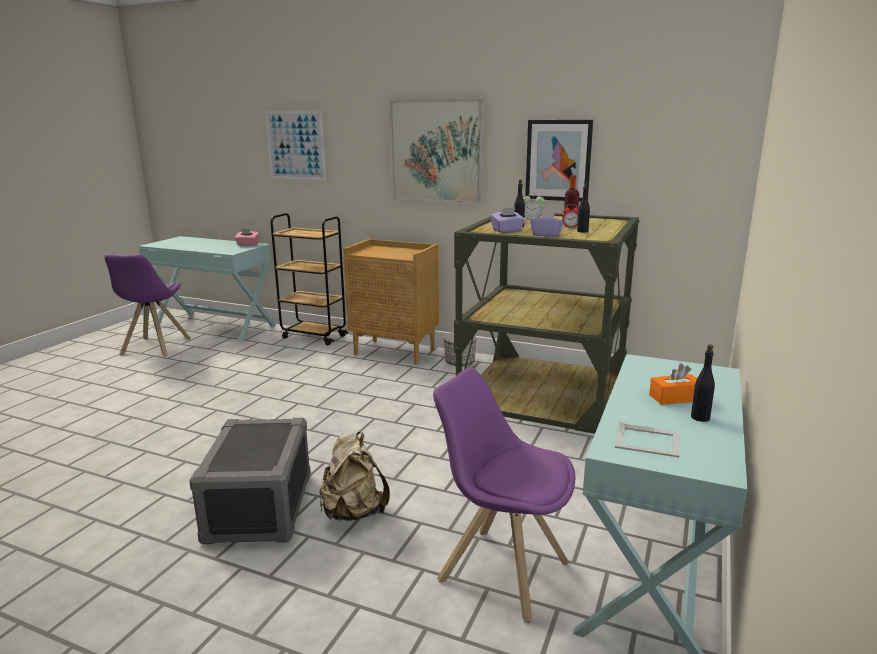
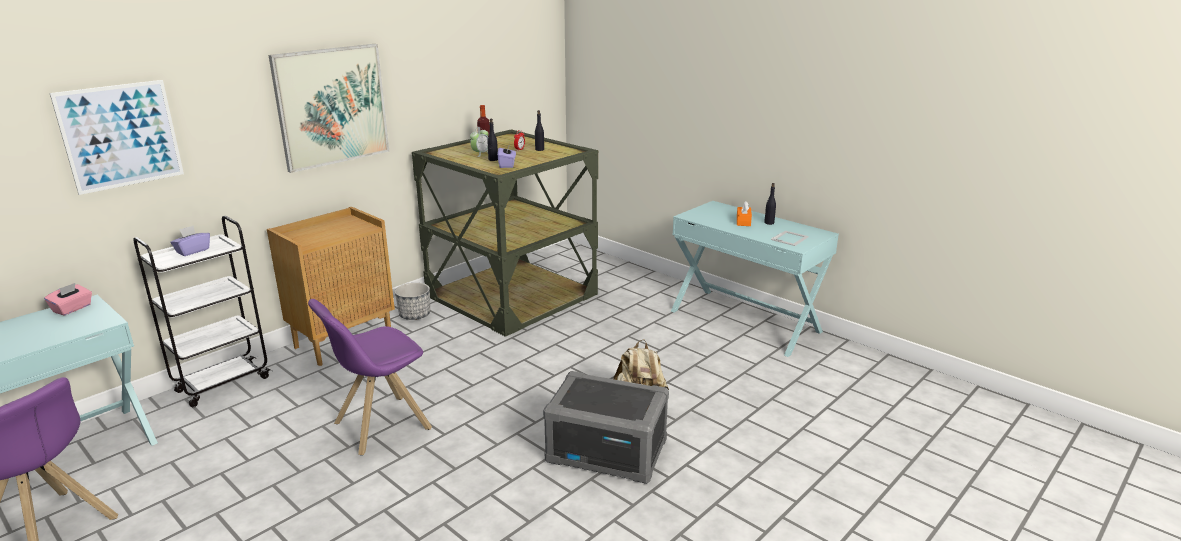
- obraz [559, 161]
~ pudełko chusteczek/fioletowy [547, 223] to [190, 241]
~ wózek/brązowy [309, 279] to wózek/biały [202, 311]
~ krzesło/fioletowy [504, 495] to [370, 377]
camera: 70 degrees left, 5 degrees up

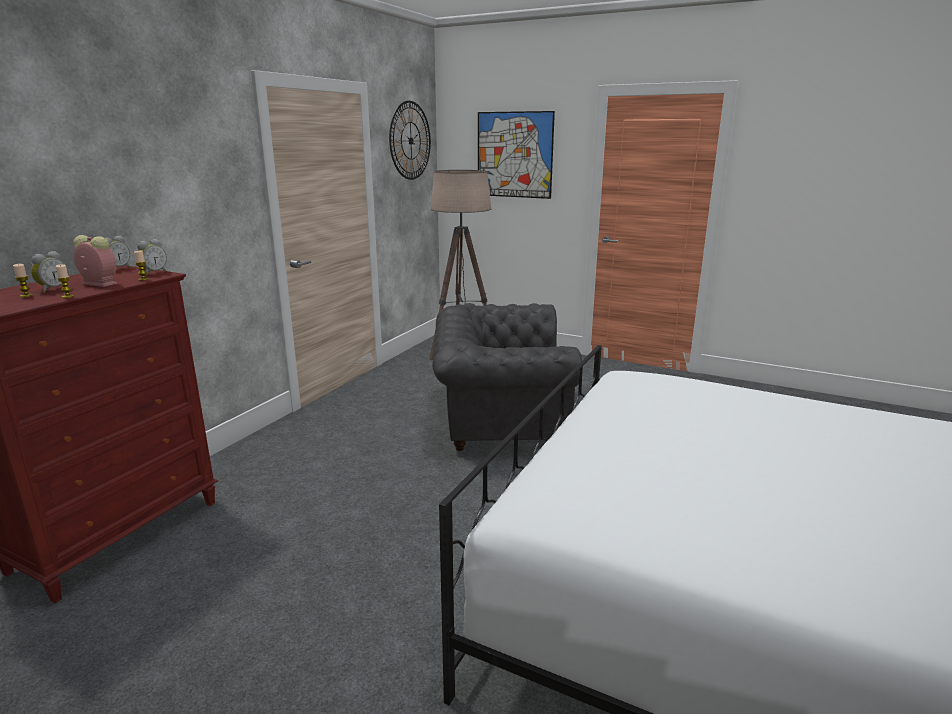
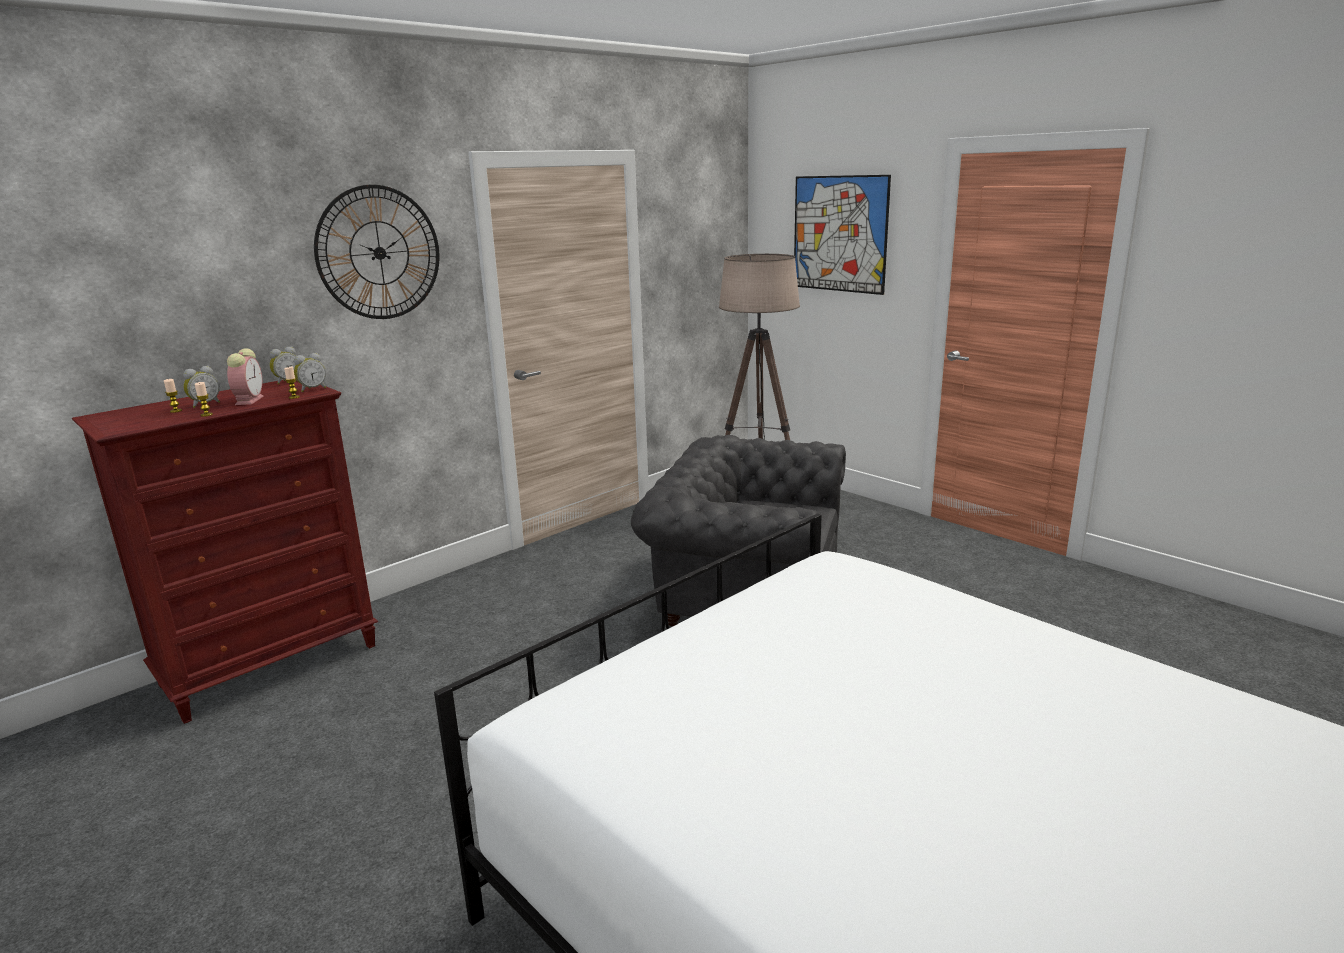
~ zegar ścienny [410, 140] to [376, 252]
~ budzik [95, 261] = [245, 376] 45 degrees clockwise
camera: 20 degrees right, 0 degrees up

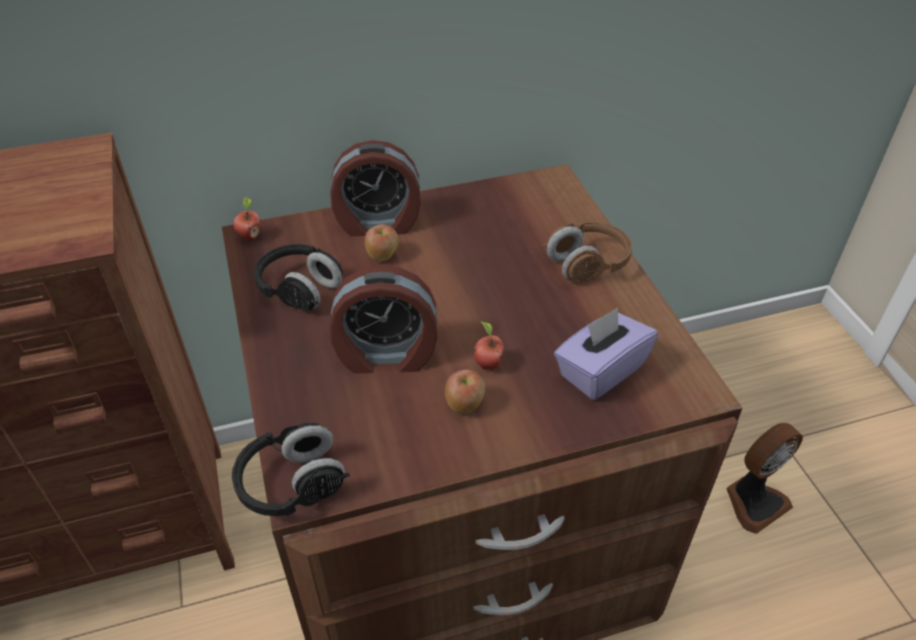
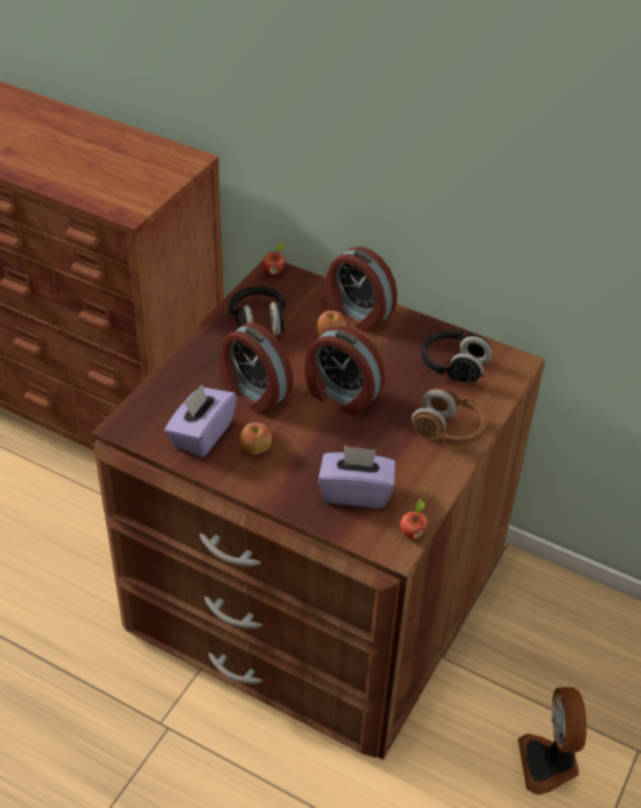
~ jabłko [489, 345] to [414, 519]
~ słuchawki/czarny [291, 469] to [457, 356]
~ wentylator [765, 478] = [552, 741] 75 degrees clockwise
+ budzik [344, 371]
+ pudełko chusteczek/fioletowy [201, 420]
camera: 45 degrees right, 0 degrees up

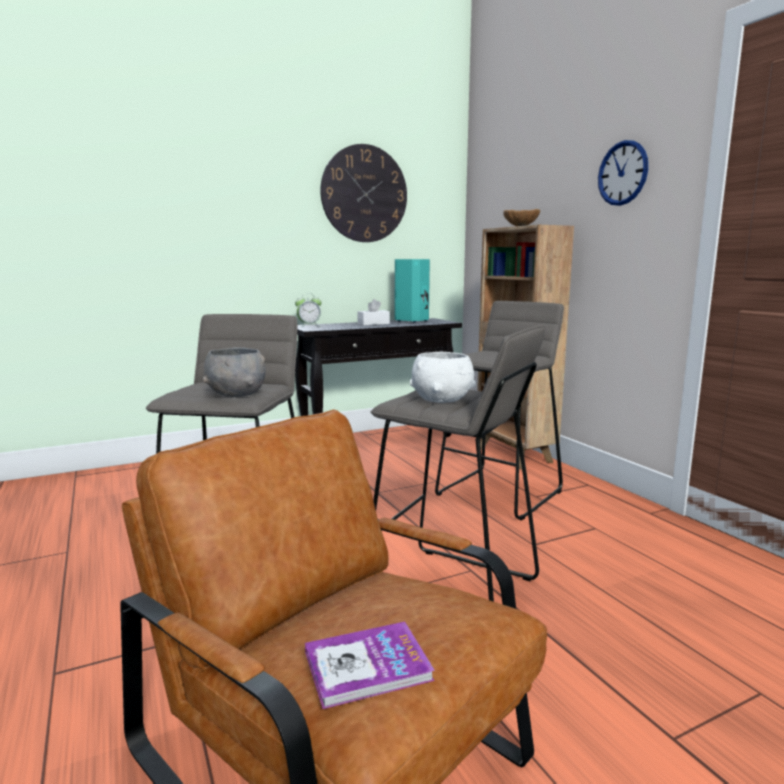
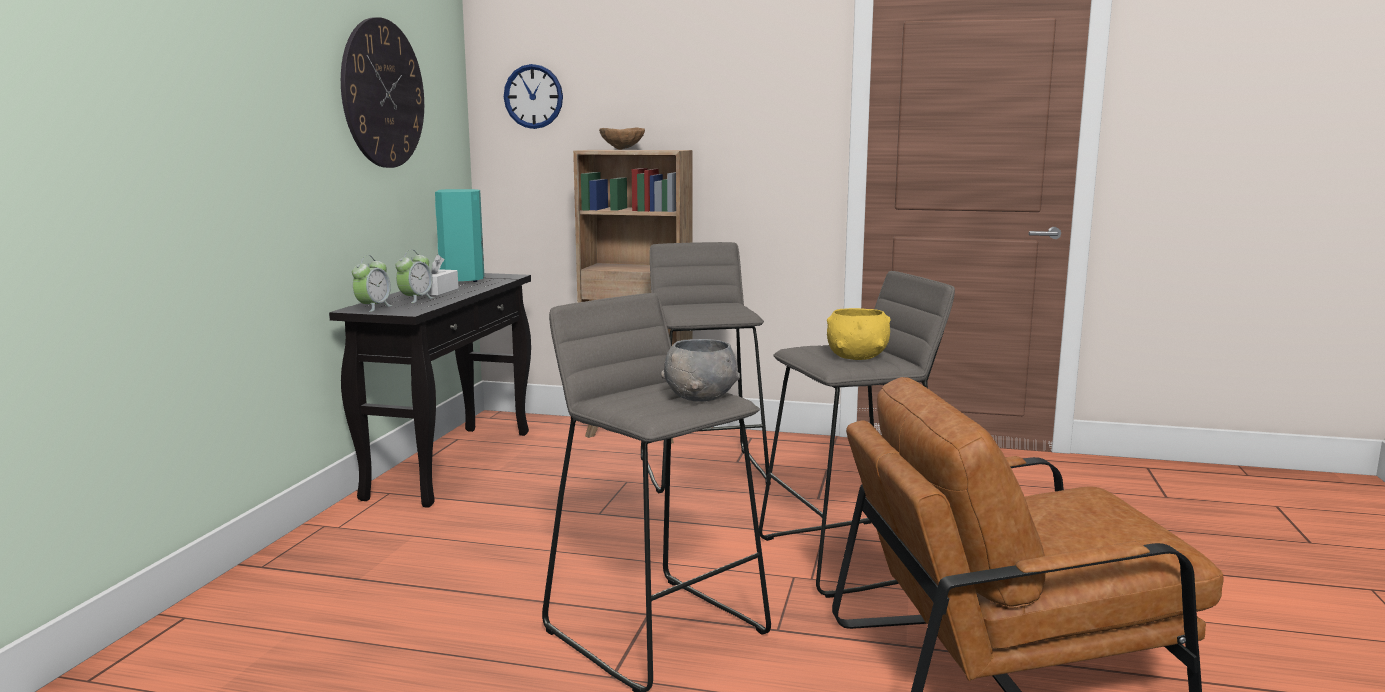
~ zegar ścienny [623, 173] to [533, 96]
~ miska/biały [443, 377] to miska/żółty [858, 334]
- książka [370, 665]
+ budzik [415, 276]
camera: 50 degrees left, 0 degrees up

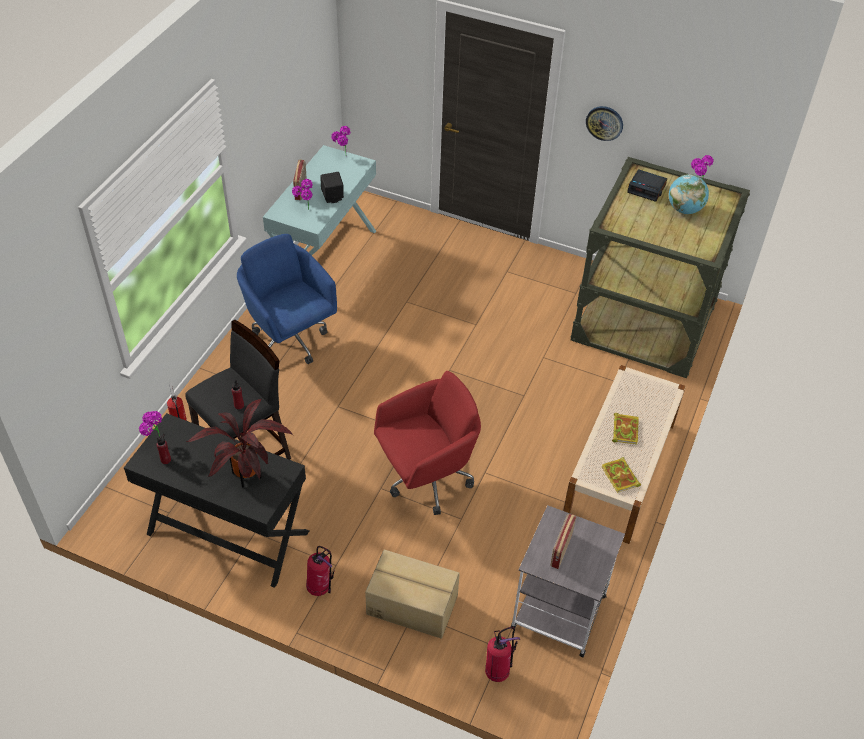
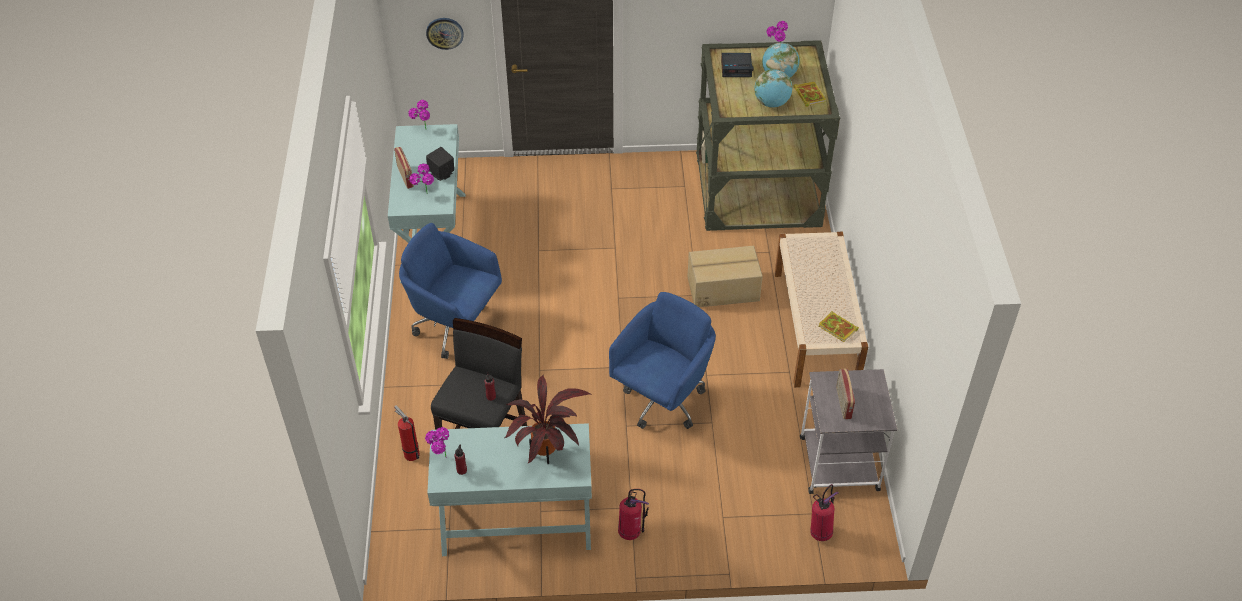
~ zegar ścienny [604, 123] to [444, 34]
~ krzesło biurowe/czerwony [427, 443] to krzesło biurowe/niebieski [662, 360]
~ biurko/czarny [216, 500] to biurko/turkusowy [509, 489]
~ książka [625, 429] to [809, 94]
~ karton [412, 594] to [725, 276]
+ globus [773, 88]
camera: 25 degrees left, 0 degrees up

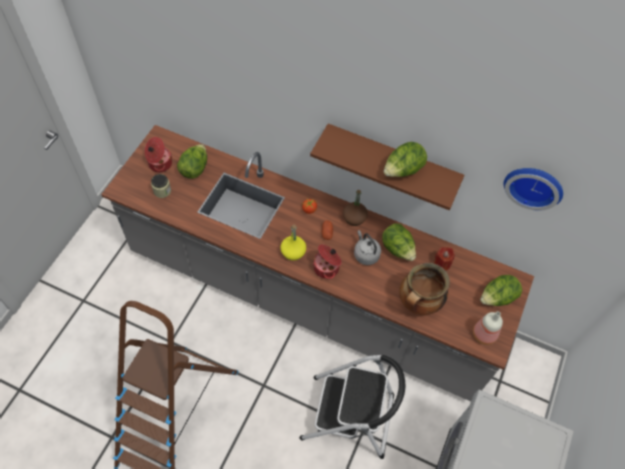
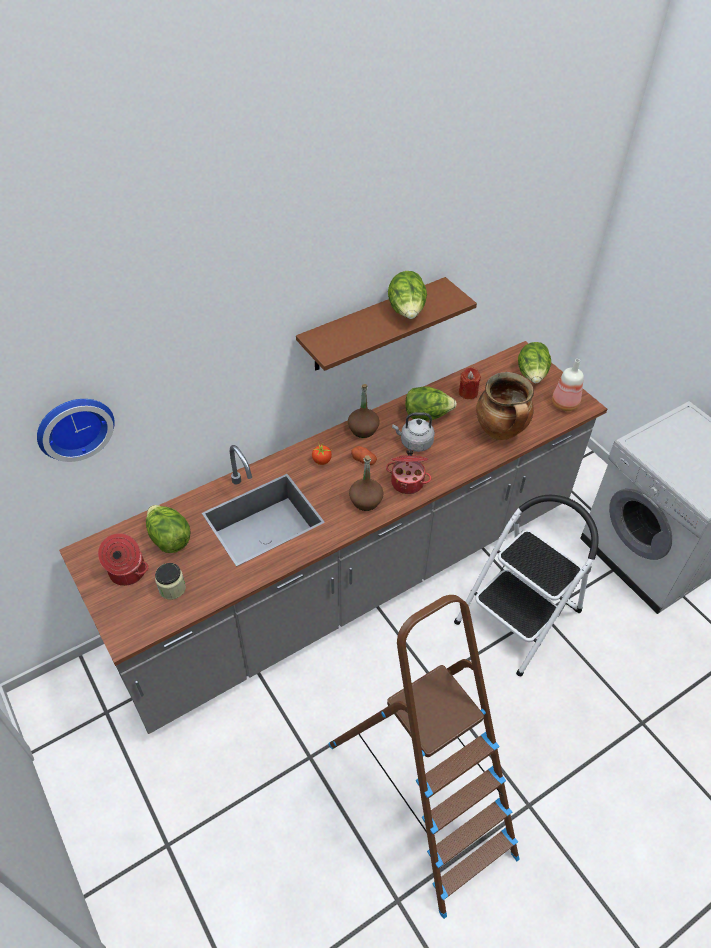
~ zegar ścienny [533, 189] to [76, 430]
~ butelka/żółty [293, 243] to butelka/brązowy [366, 483]
camera: 55 degrees left, 10 degrees down

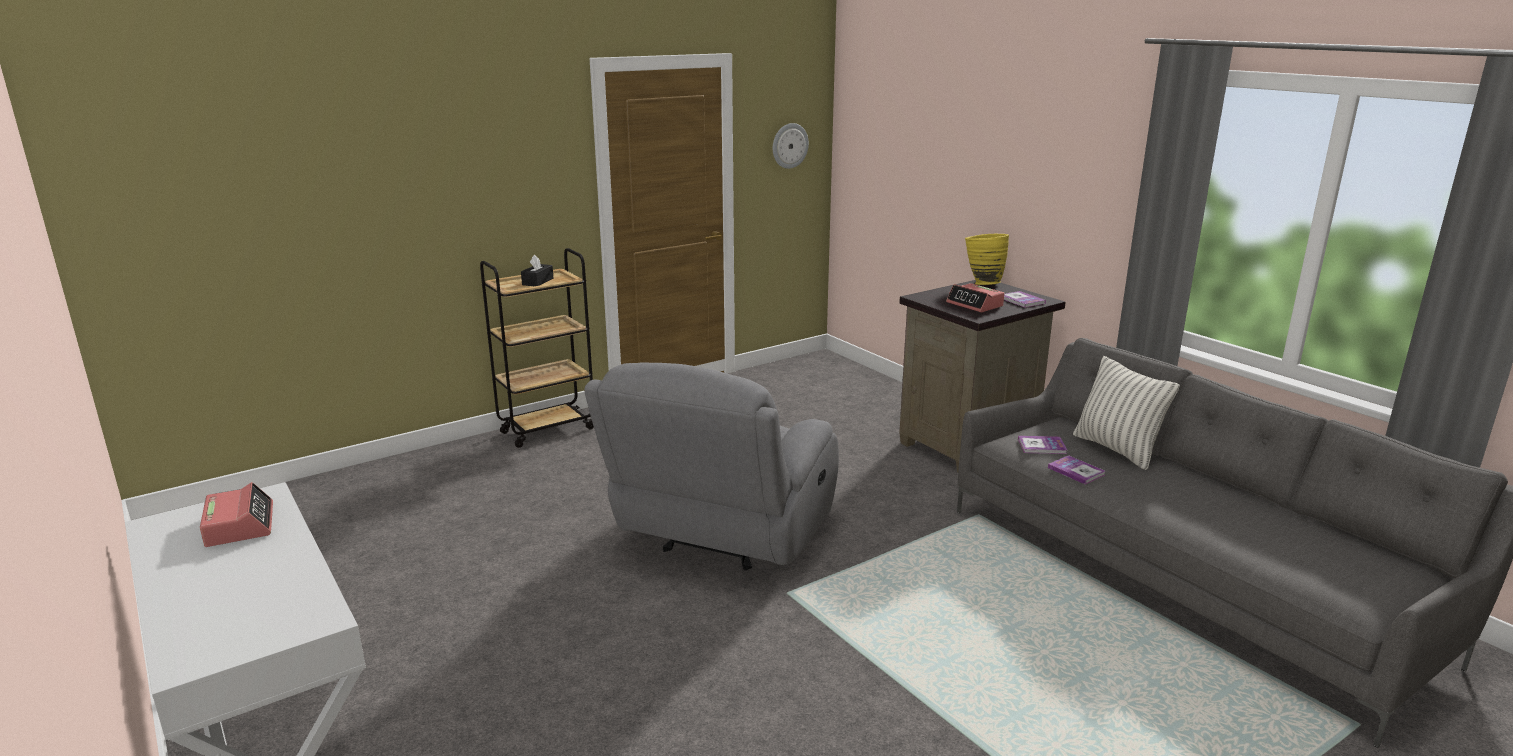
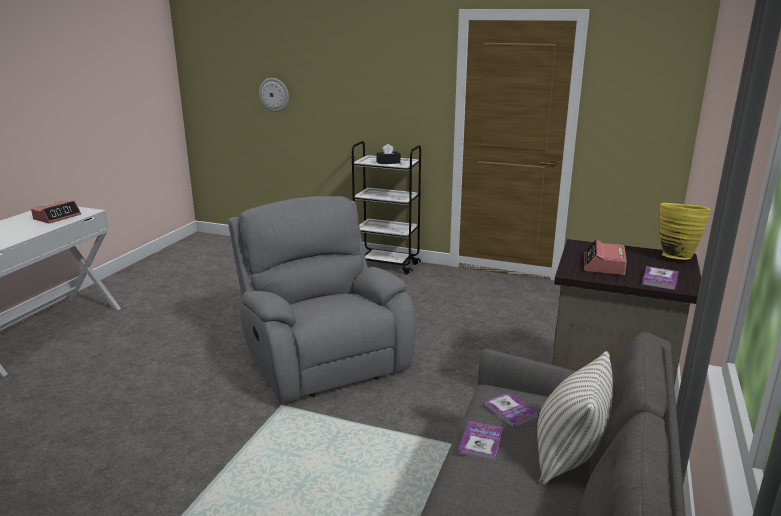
~ zegar ścienny [791, 146] to [274, 95]
~ wózek/brązowy [537, 348] to wózek/biały [386, 208]
~ fotel/szary [711, 467] = [322, 300] 75 degrees clockwise
camera: 55 degrees right, 0 degrees up

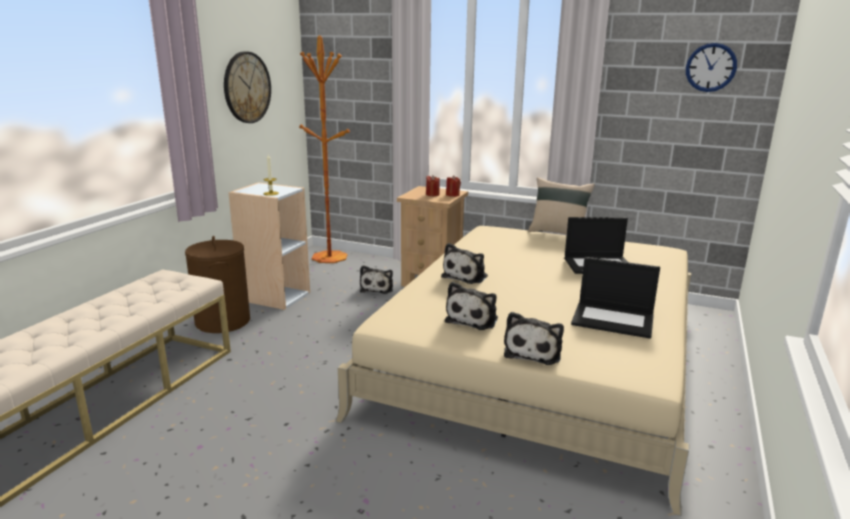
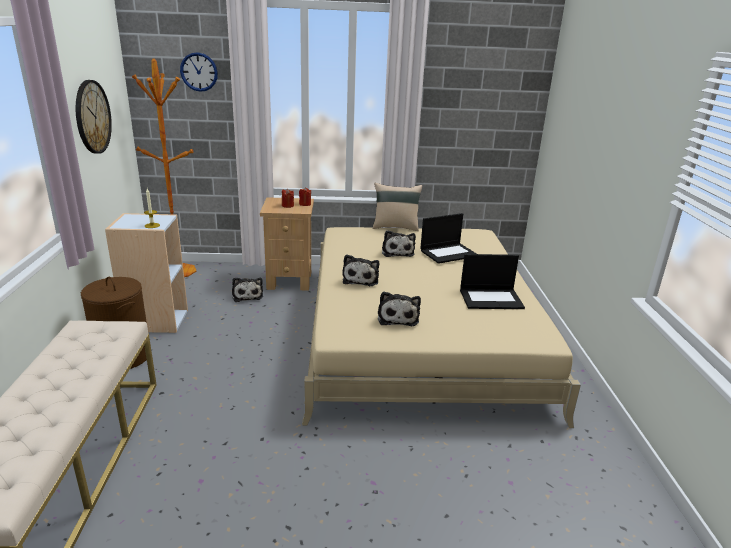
~ zegar ścienny [711, 67] to [199, 72]
~ pluszak [534, 338] to [399, 243]
camera: 25 degrees left, 5 degrees up

